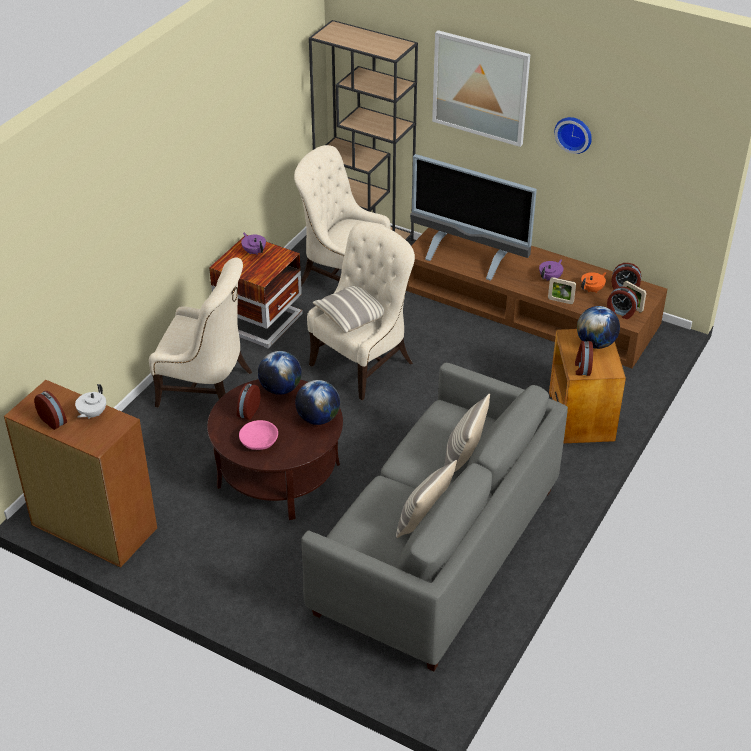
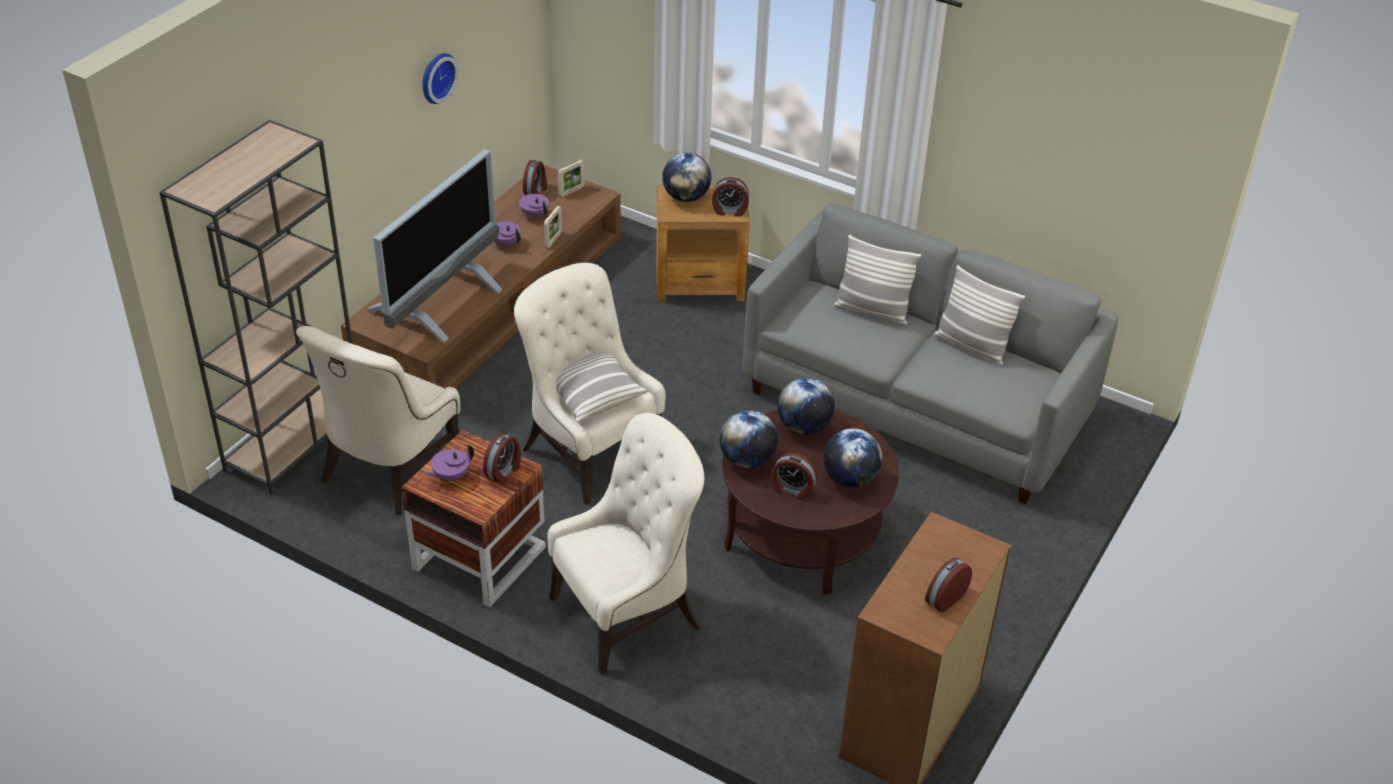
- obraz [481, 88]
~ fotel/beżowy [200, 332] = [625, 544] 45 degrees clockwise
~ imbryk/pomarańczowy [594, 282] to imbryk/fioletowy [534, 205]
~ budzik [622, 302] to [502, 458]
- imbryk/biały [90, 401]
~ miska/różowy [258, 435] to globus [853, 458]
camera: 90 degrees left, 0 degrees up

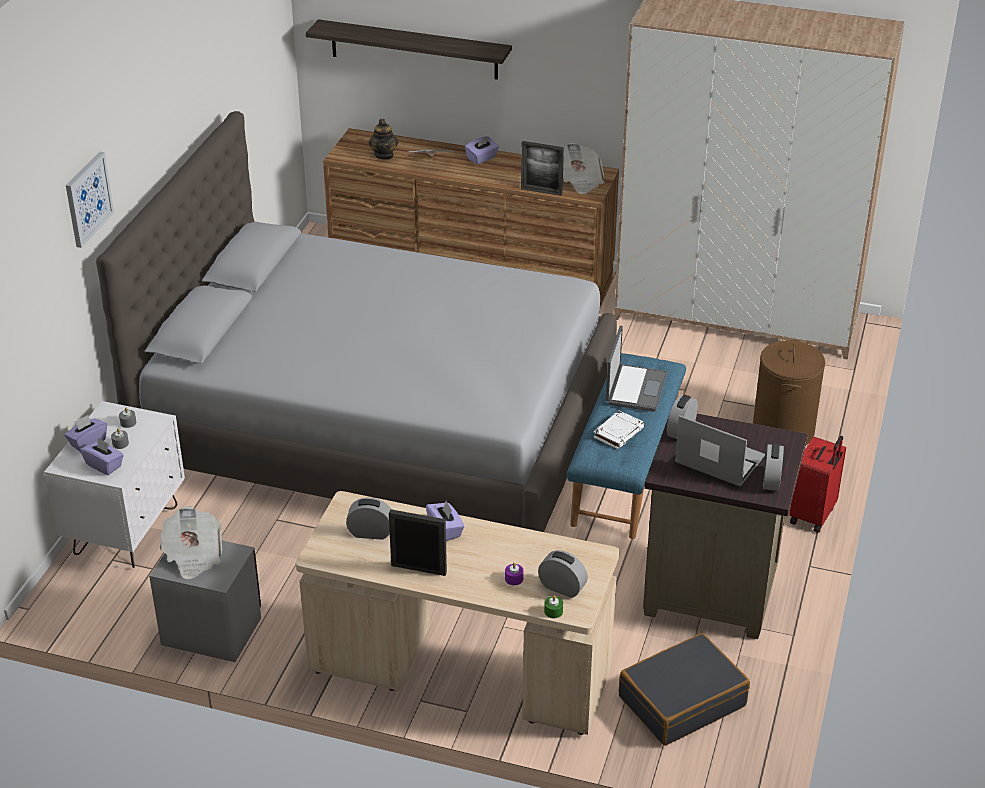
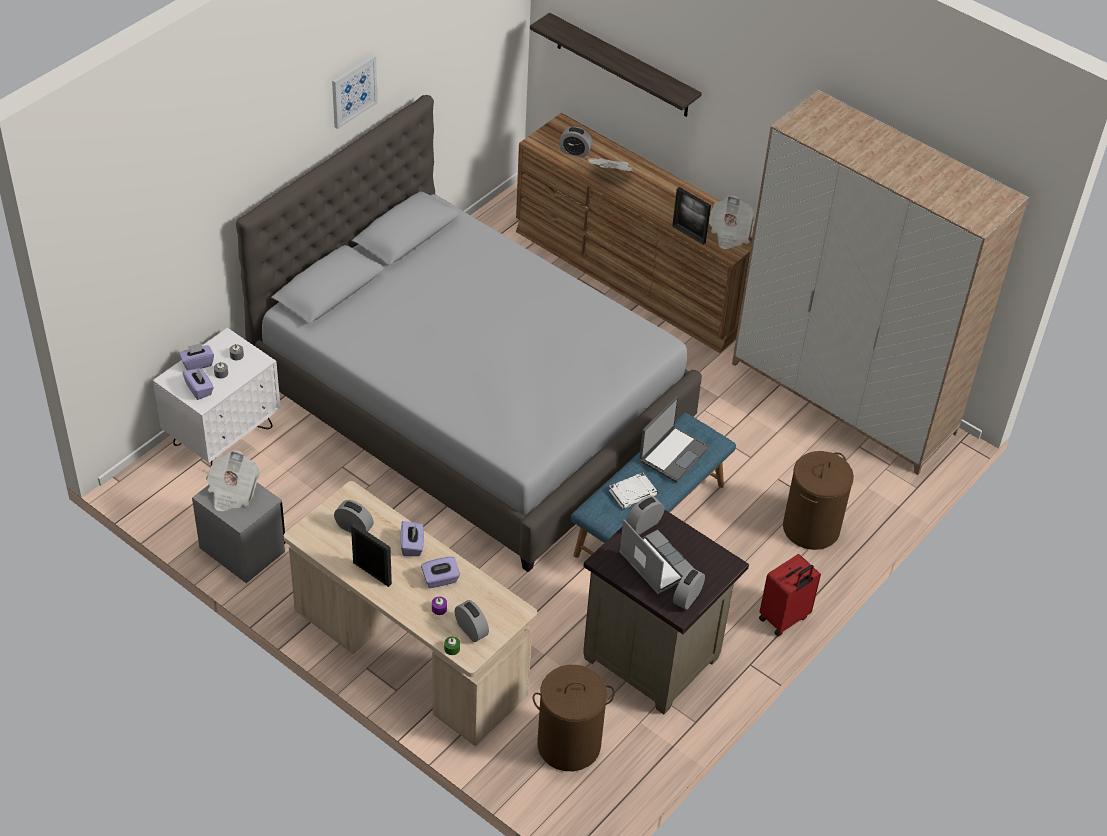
~ imbryk [383, 139] to budzik [575, 142]
~ pudełko chusteczek/fioletowy [482, 150] to [440, 572]
~ obraz [90, 200] to [355, 92]
~ walizka/czarny [684, 689] to kosz na pranie/brązowy [574, 718]
camera: 20 degrees right, 10 degrees up

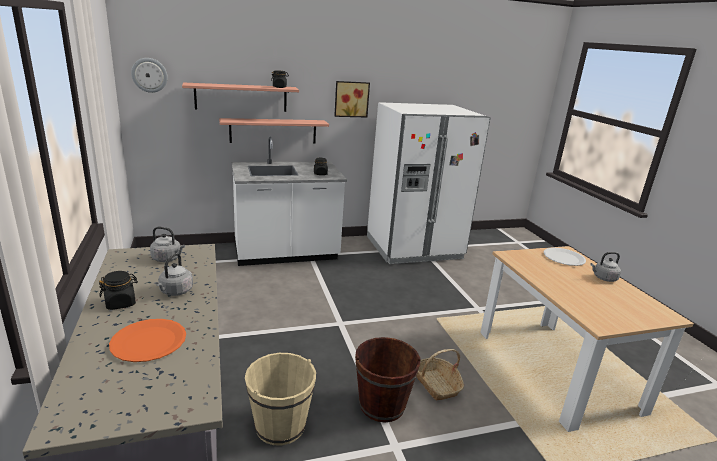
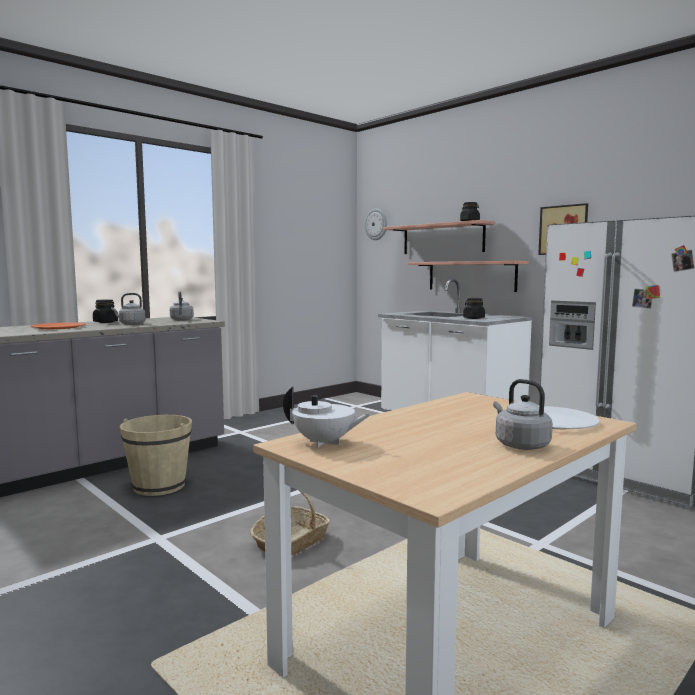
- wiadro/brązowy [388, 379]
+ imbryk/biały [326, 417]
camera: 65 degrees right, 15 degrees down

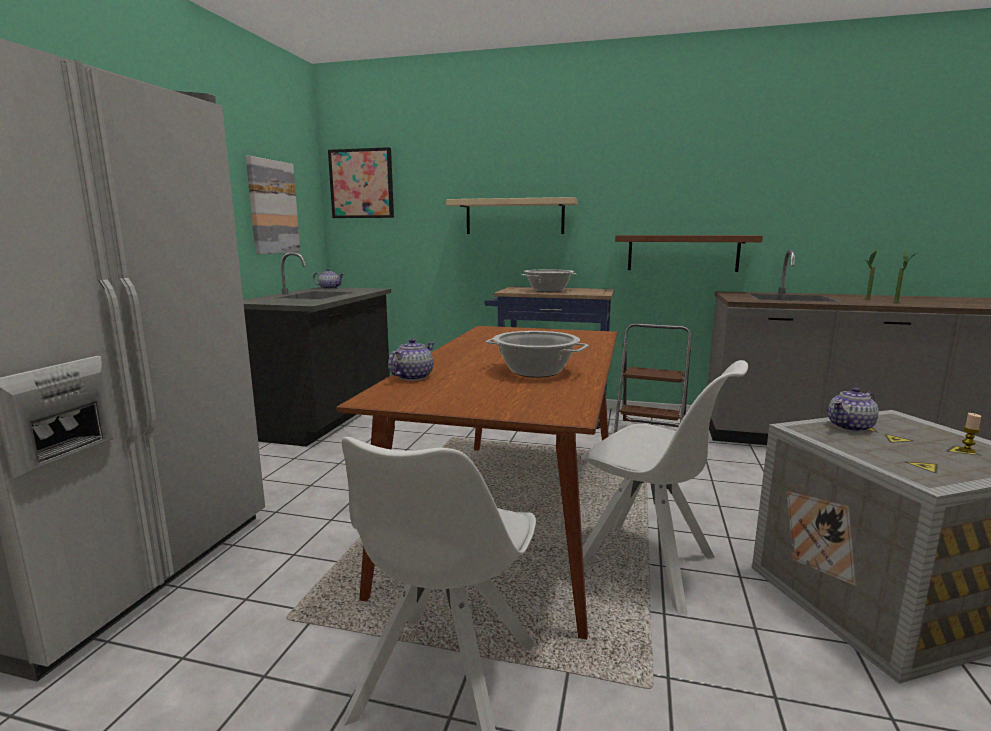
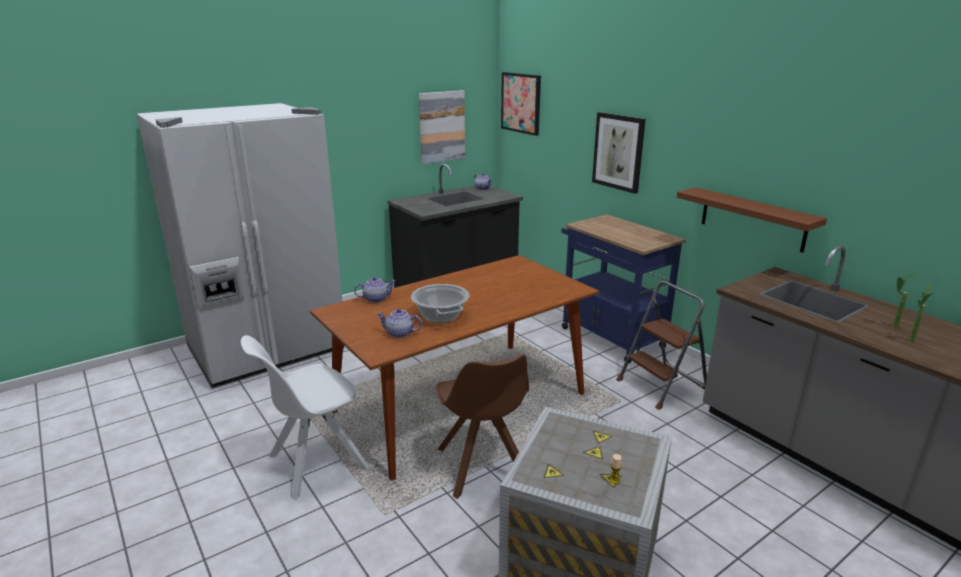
~ półka/beżowy [512, 215] to obraz [619, 153]
- garnek [548, 280]
~ krzesło/biały [664, 486] to krzesło/brązowy [482, 426]
~ imbryk [853, 409] to [399, 323]
camera: 40 degrees right, 10 degrees up

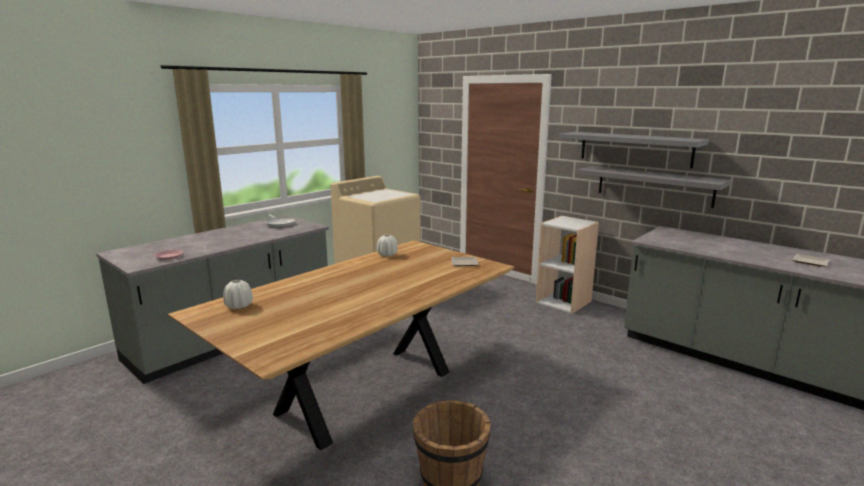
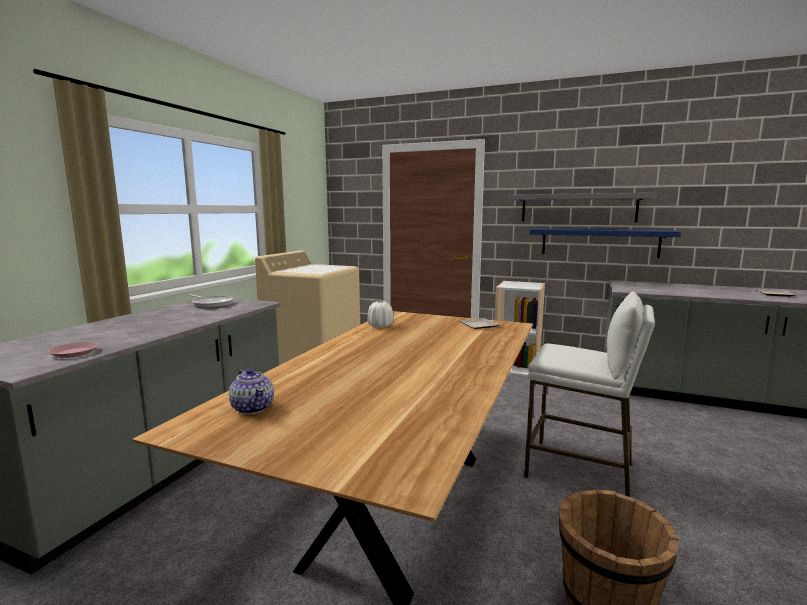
~ półka/szary [654, 187] to półka/niebieski [605, 243]
~ wazon/biały [238, 294] to imbryk [251, 391]
+ stołek/biały [589, 394]
camera: 20 degrees left, 5 degrees down

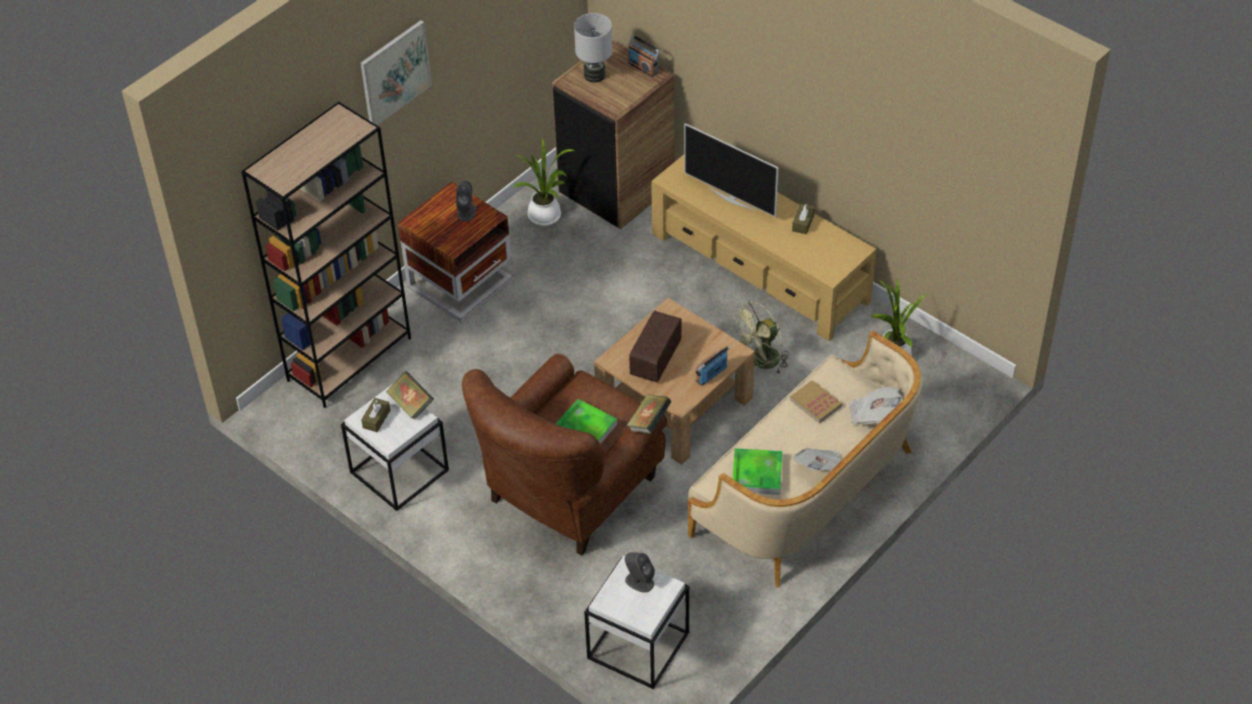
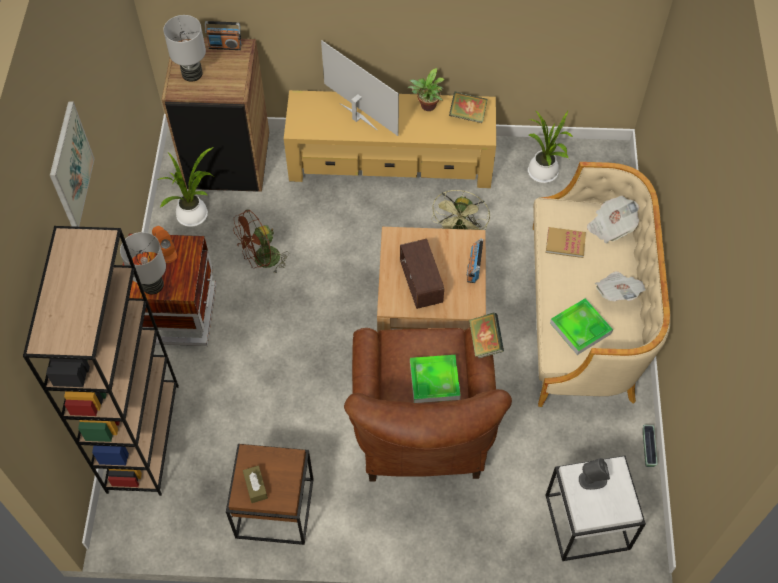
~ telewizor [731, 170] = [360, 88] 135 degrees counterclockwise
~ głośnik/szary [466, 201] to głośnik/pomarańczowy [164, 244]
~ pudełko chusteczek/brązowy [803, 219] to roślina doniczkowa [426, 89]
~ książka [410, 395] to [468, 107]
~ stolik/biały [395, 447] to stolik/brązowy [270, 494]
+ wentylator/brązowy [261, 241]
+ lampa stołowa/szary [143, 263]
+ donica [650, 446]
camera: 40 degrees left, 10 degrees up

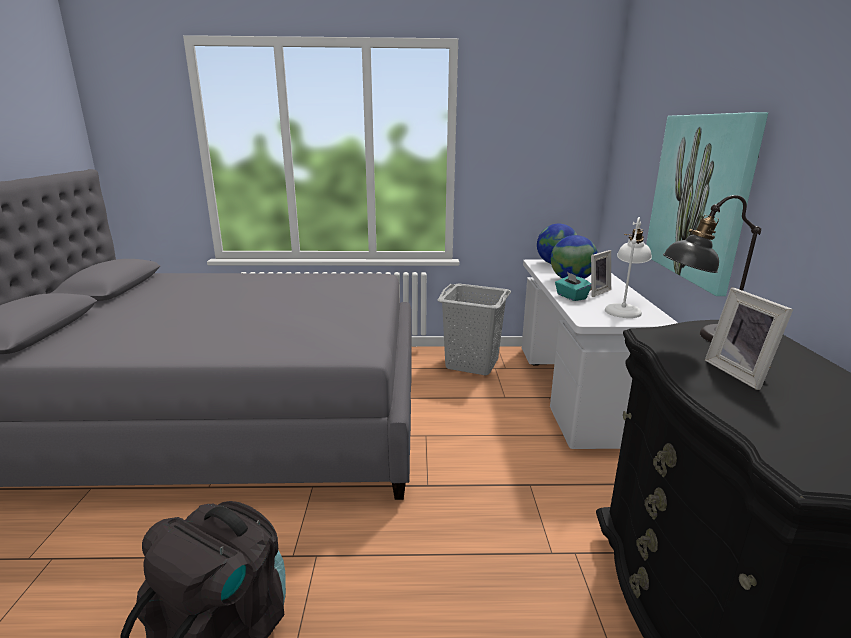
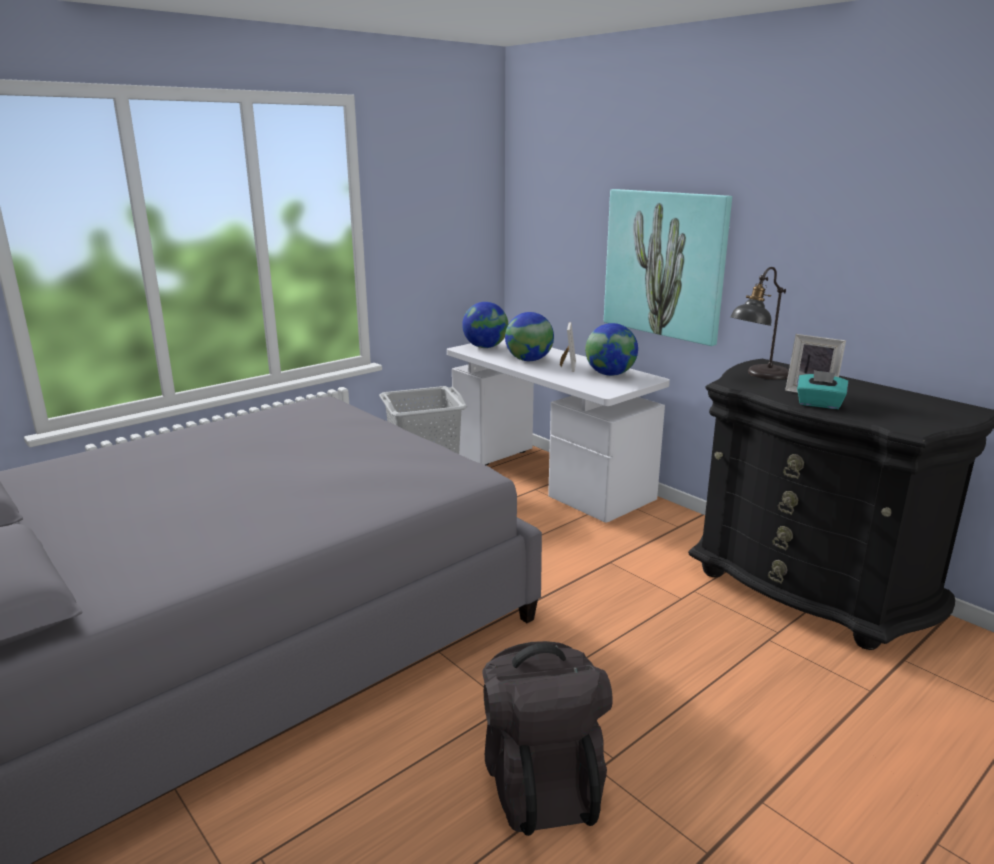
~ lampa stołowa/biały [628, 267] to globus [611, 349]
~ pudełko chusteczek/turkusowy [573, 286] to [822, 389]
camera: 40 degrees left, 0 degrees up

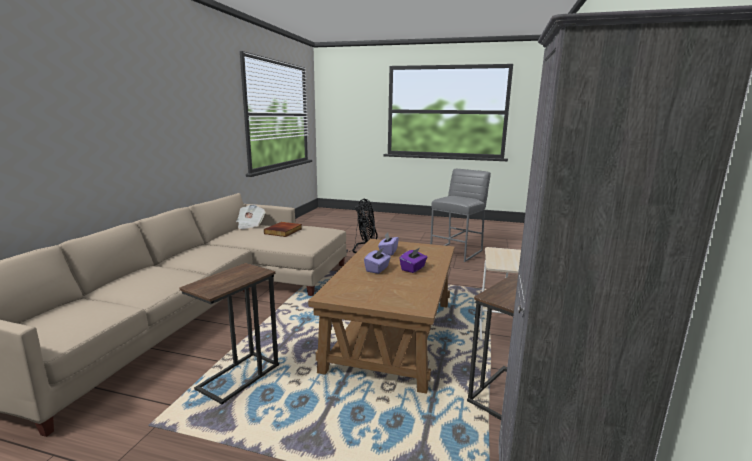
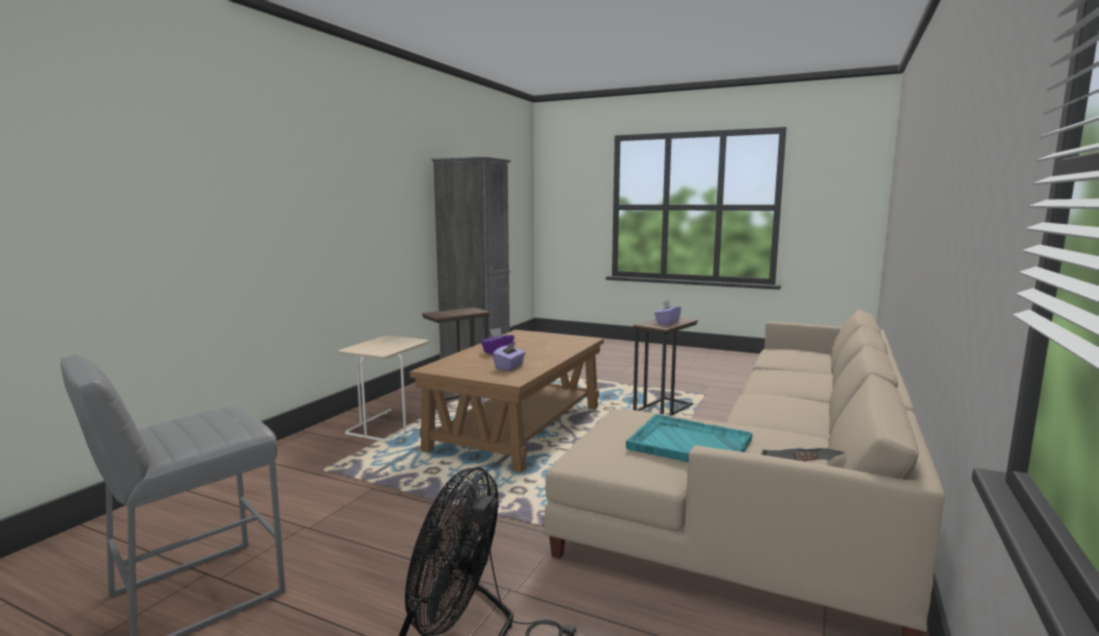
~ książka [283, 229] to taca/turkusowy [689, 438]
~ pudełko chusteczek/fioletowy [377, 261] to [667, 312]
camera: 170 degrees left, 5 degrees down

